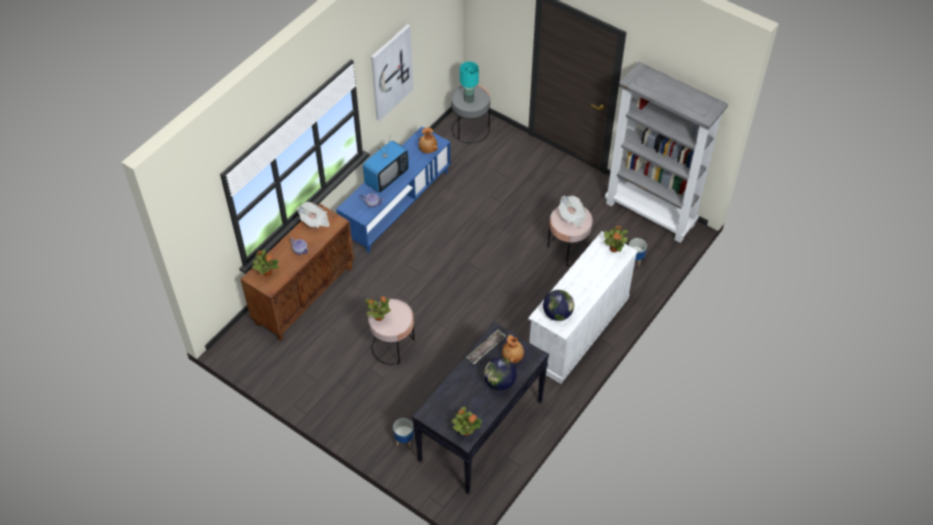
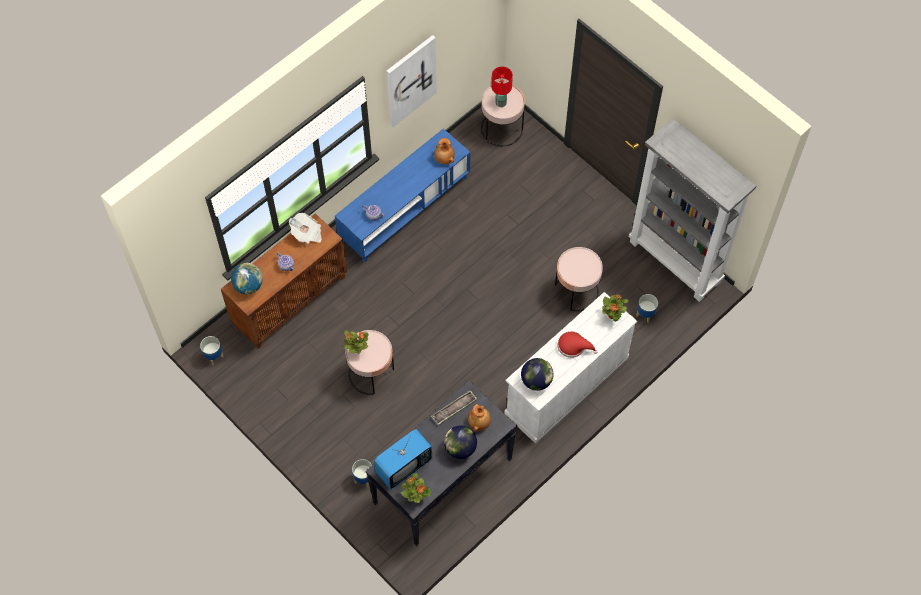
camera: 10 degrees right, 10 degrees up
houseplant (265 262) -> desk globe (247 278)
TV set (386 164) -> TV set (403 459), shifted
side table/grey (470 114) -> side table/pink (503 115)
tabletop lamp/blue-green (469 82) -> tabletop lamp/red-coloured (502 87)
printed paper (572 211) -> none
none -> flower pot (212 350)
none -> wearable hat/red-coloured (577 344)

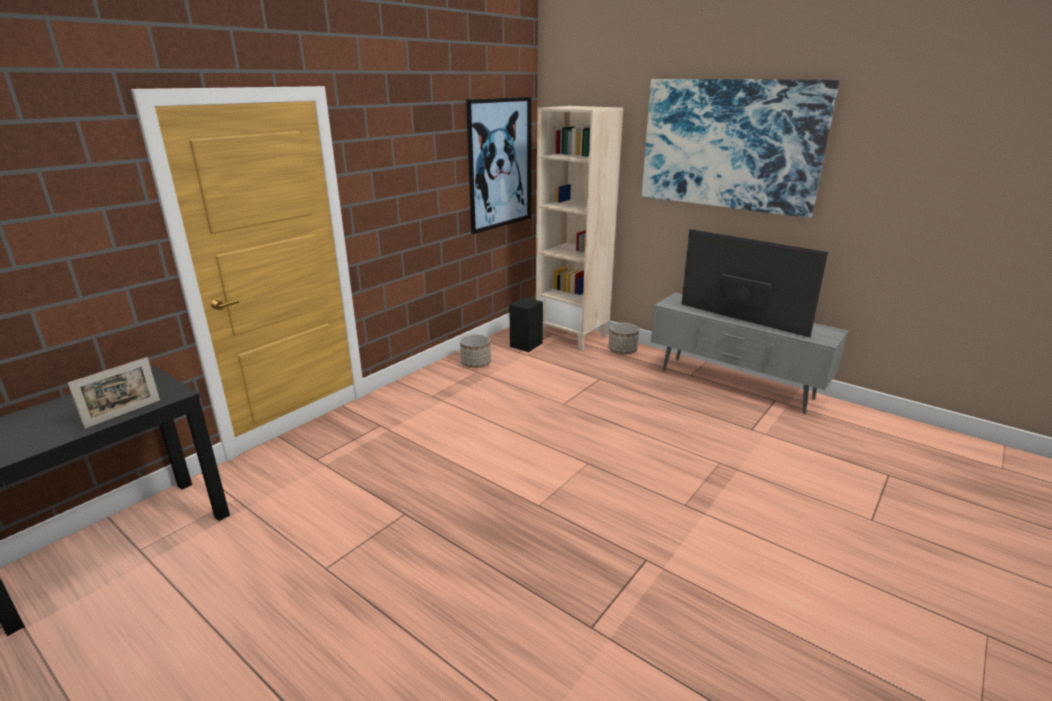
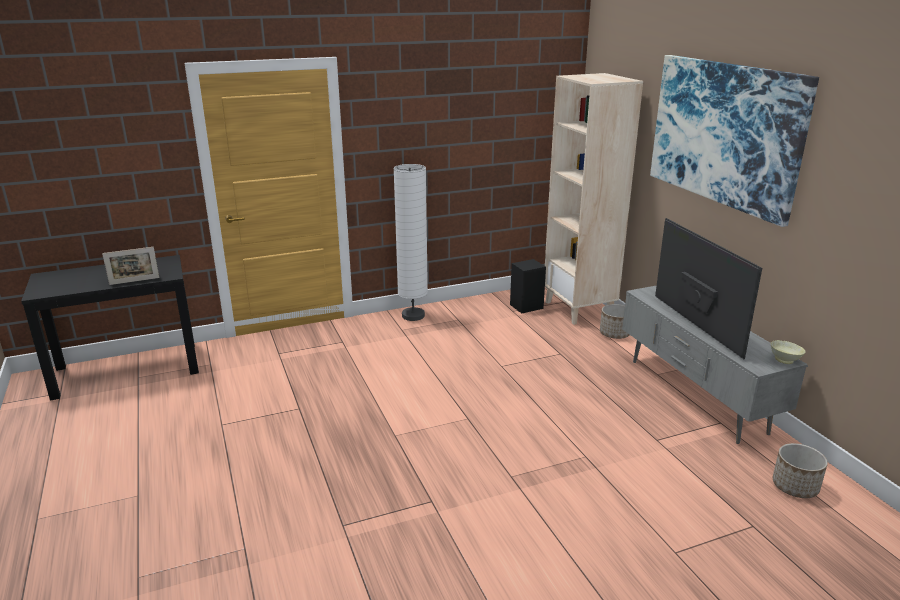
camera: 30 degrees right, 0 degrees up
flower pot (475 351) -> flower pot (800 470), shifted
picture (498 165) -> none
none -> standard lamp/white-coloured (410 242)
none -> bowl/beige-coloured (788 352)

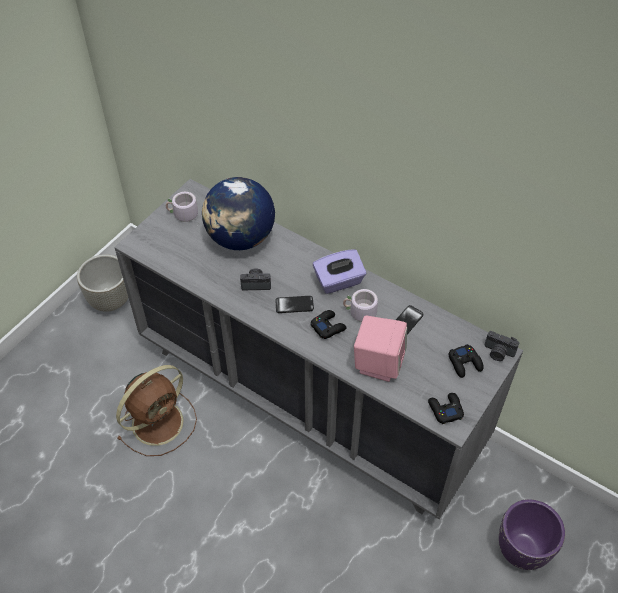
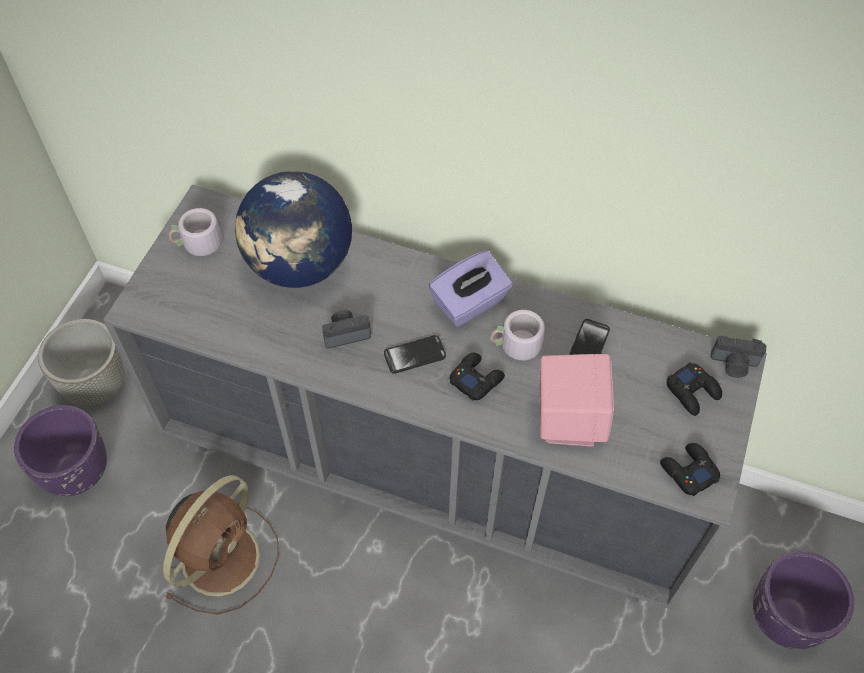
camera: 15 degrees left, 5 degrees up
none -> flower pot/purple-coloured (60 450)

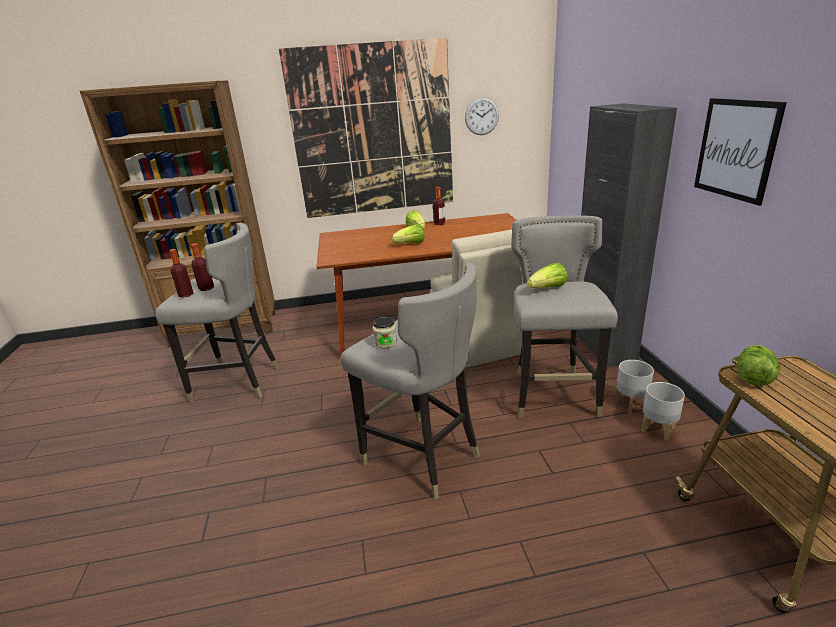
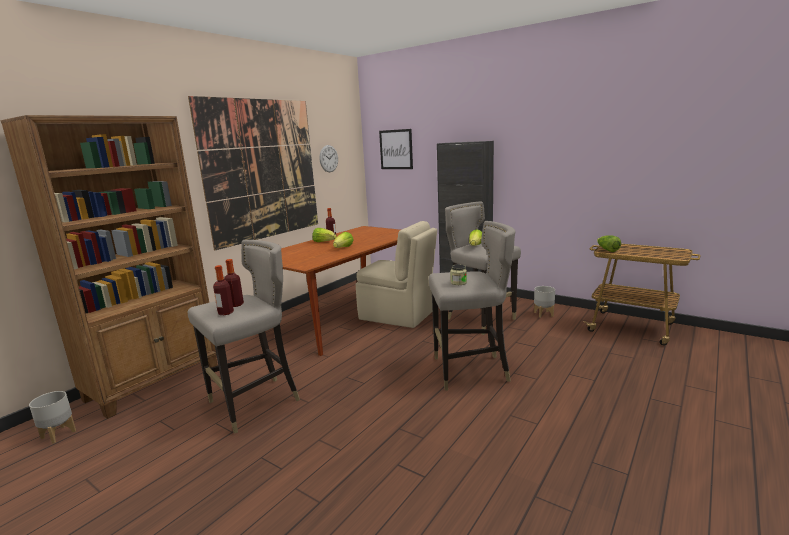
camera: 45 degrees left, 10 degrees down
flower pot/grey (634 386) -> flower pot/grey (52 417), shifted
picture (740 152) -> picture (396 149), shifted

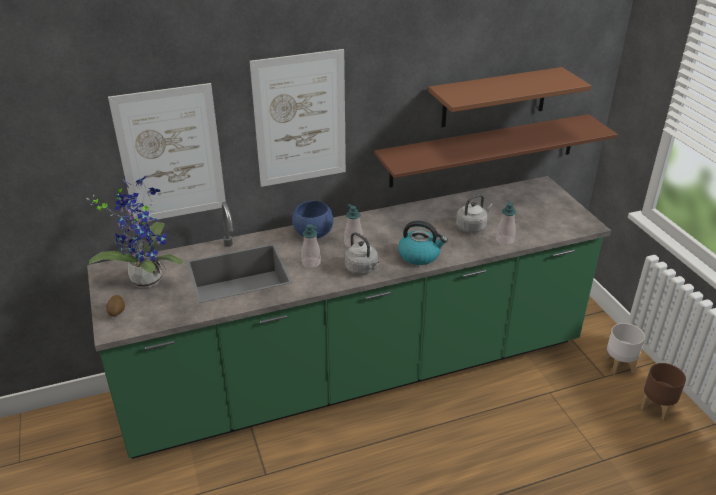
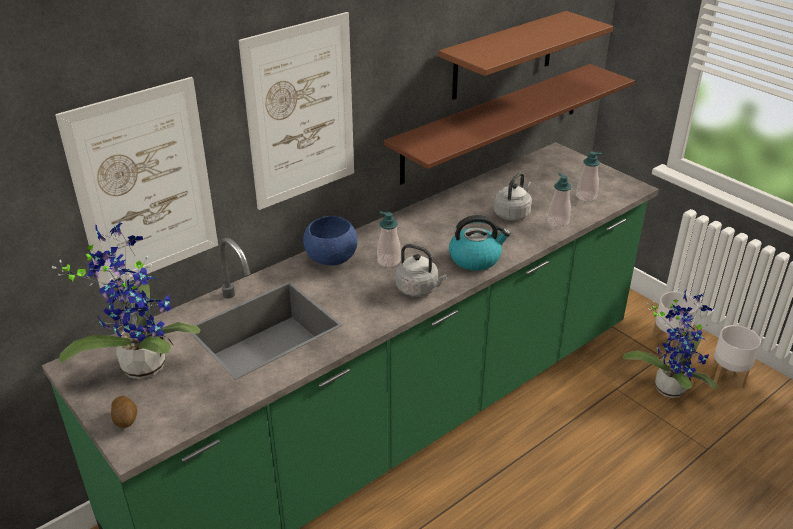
camera: 20 degrees left, 0 degrees up
soap dispenser (311 246) -> soap dispenser (589 176), shifted
flower pot/brownish (663 391) -> flower pot/white-coloured (737 356)
none -> houseplant (670 344)

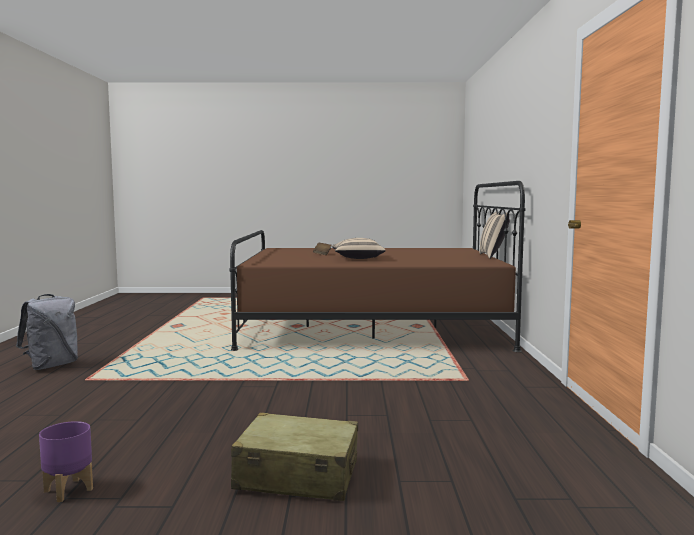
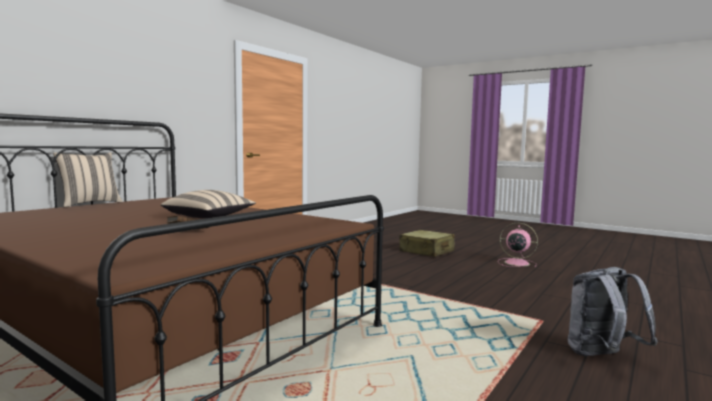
camera: 145 degrees left, 0 degrees up
flower pot/purple-coloured (66 461) -> electric fan/pink (518 245)

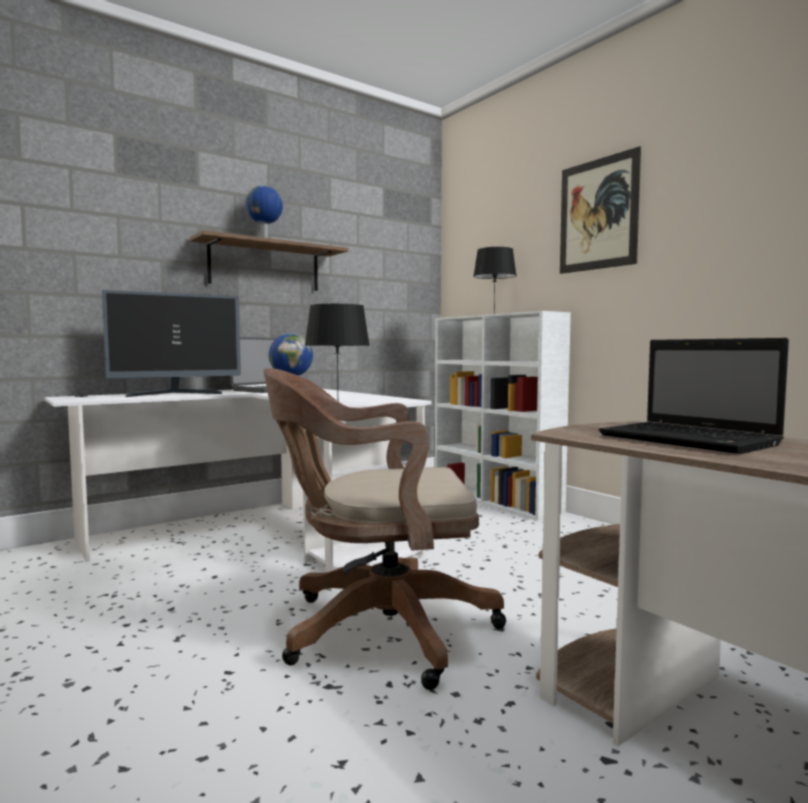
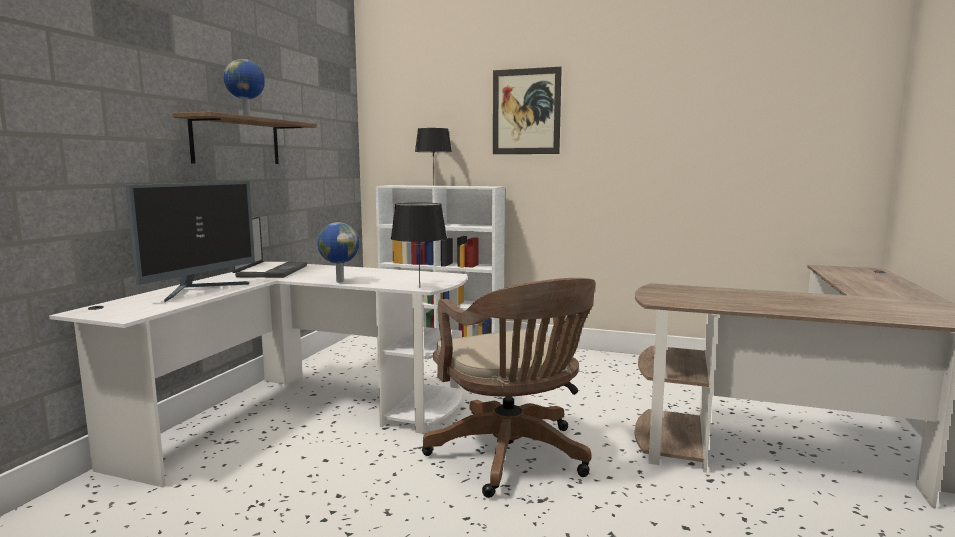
camera: 35 degrees left, 5 degrees up
computer chair/brownish (384 529) -> computer chair/brownish (508 388), 75 degrees counterclockwise
laptop (694 396) -> none

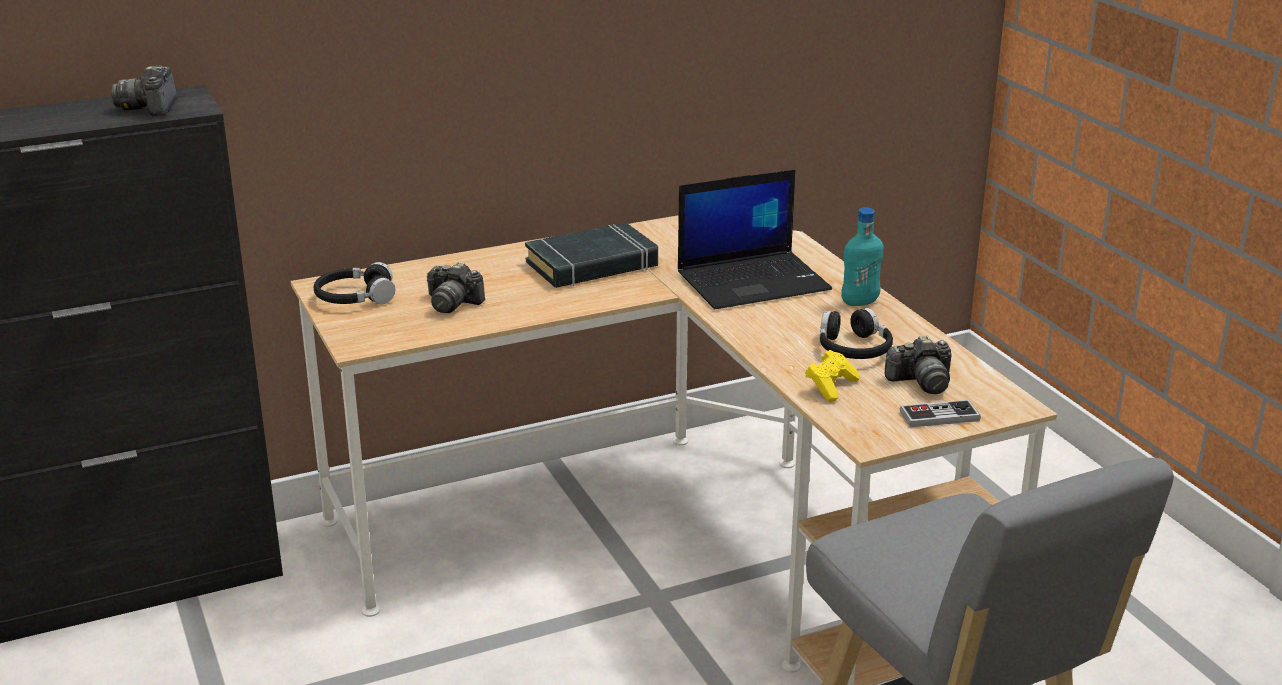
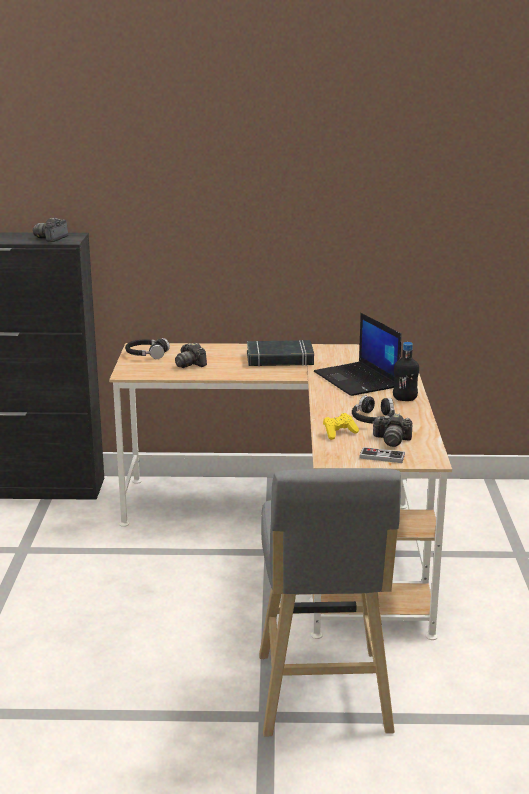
camera: 25 degrees right, 5 degrees down
laptop (755 239) -> laptop (357 354), 60 degrees clockwise
drink bottle/blue-green (862 257) -> drink bottle/black (406 371)

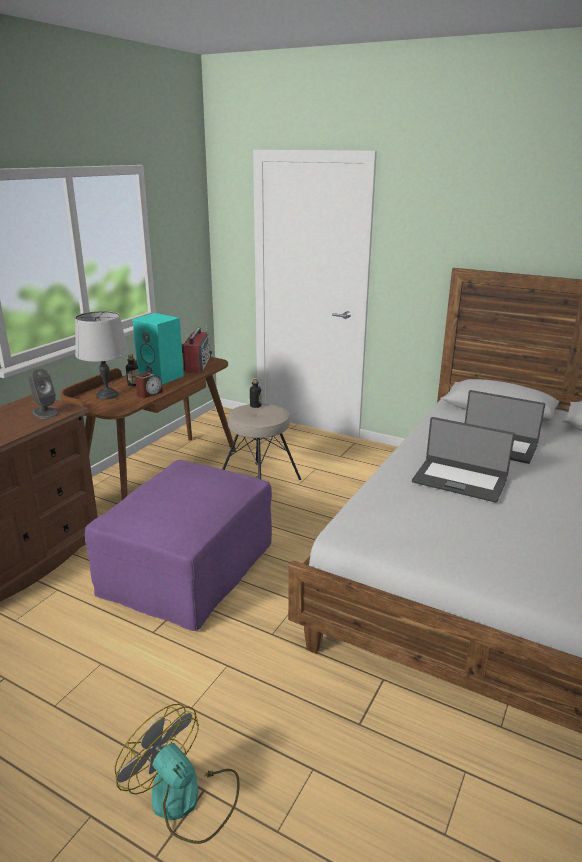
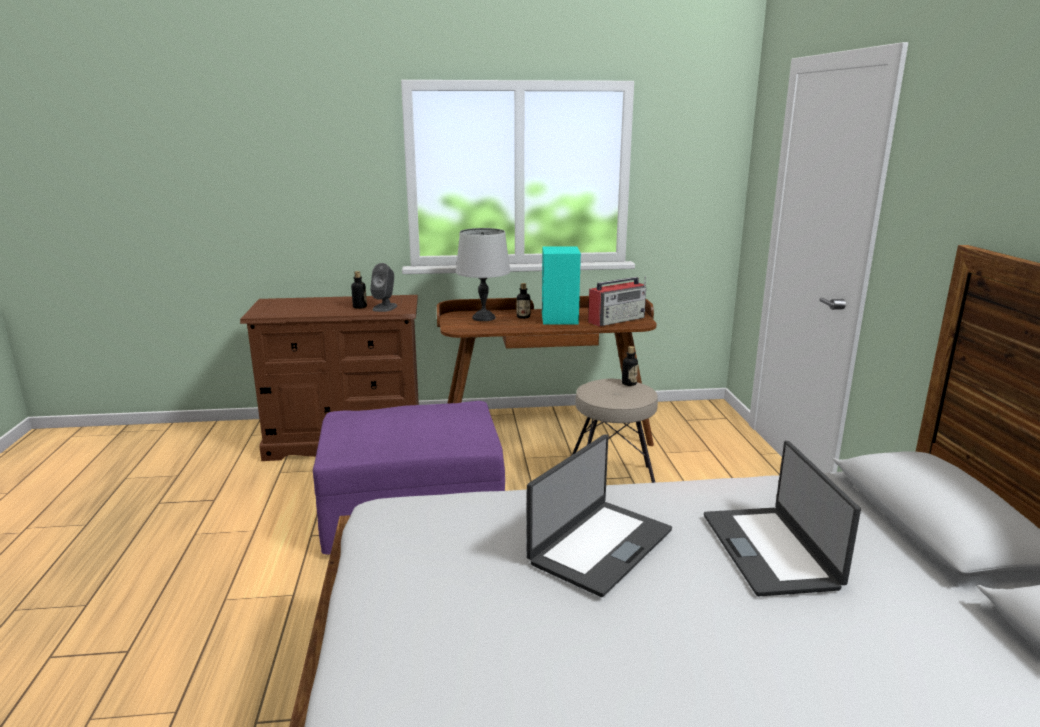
camera: 55 degrees right, 5 degrees down
electric fan (177 774) -> none
table clock (149 385) -> none
laptop (463 460) -> laptop (599 515), 135 degrees counterclockwise
none -> drink bottle (359 290)

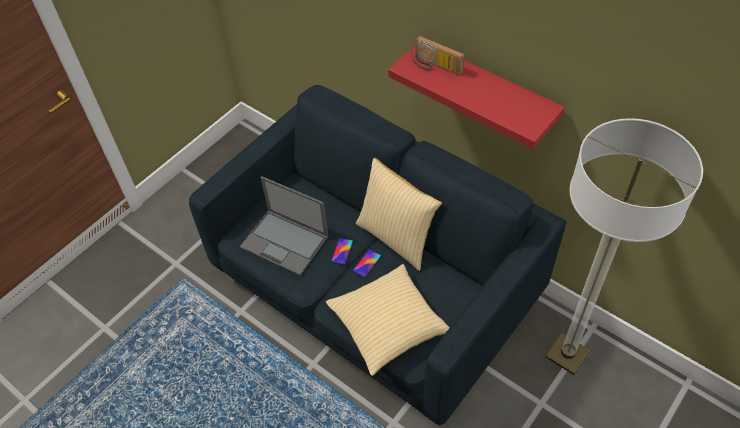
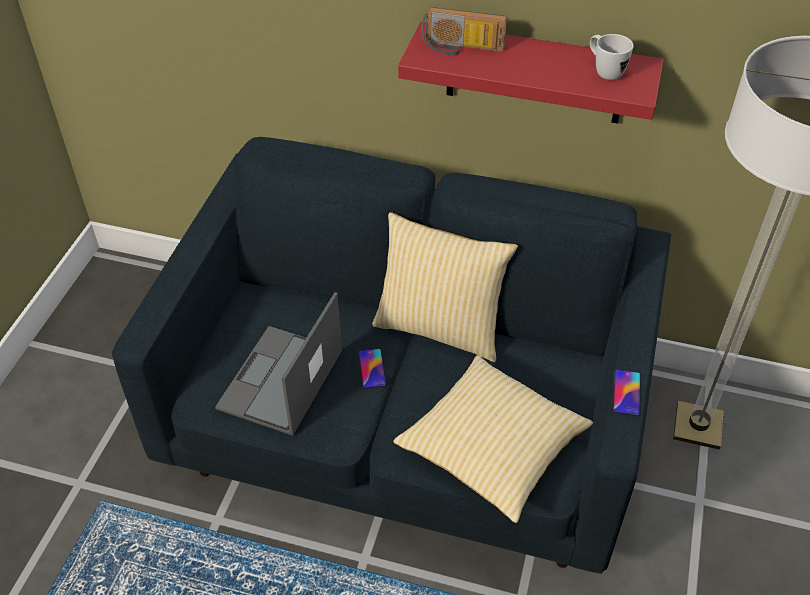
camera: 25 degrees left, 5 degrees down
laptop (284 226) -> laptop (278 364), 105 degrees clockwise
phone (367 263) -> phone (626 393), shifted
none -> tea mug/white-coloured (612 57)

